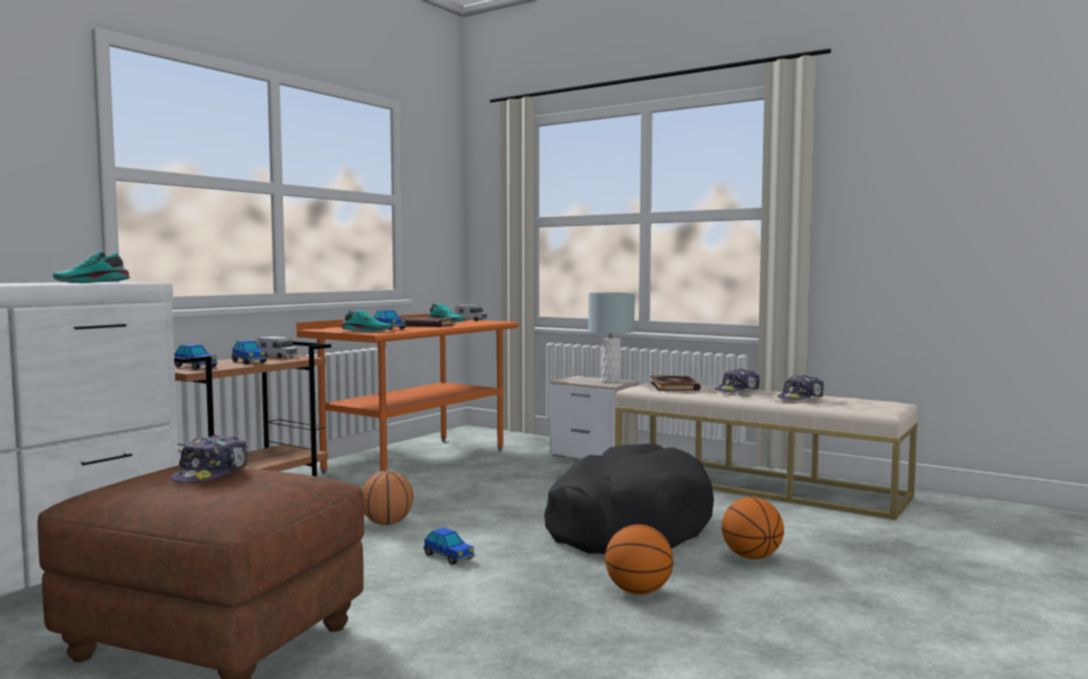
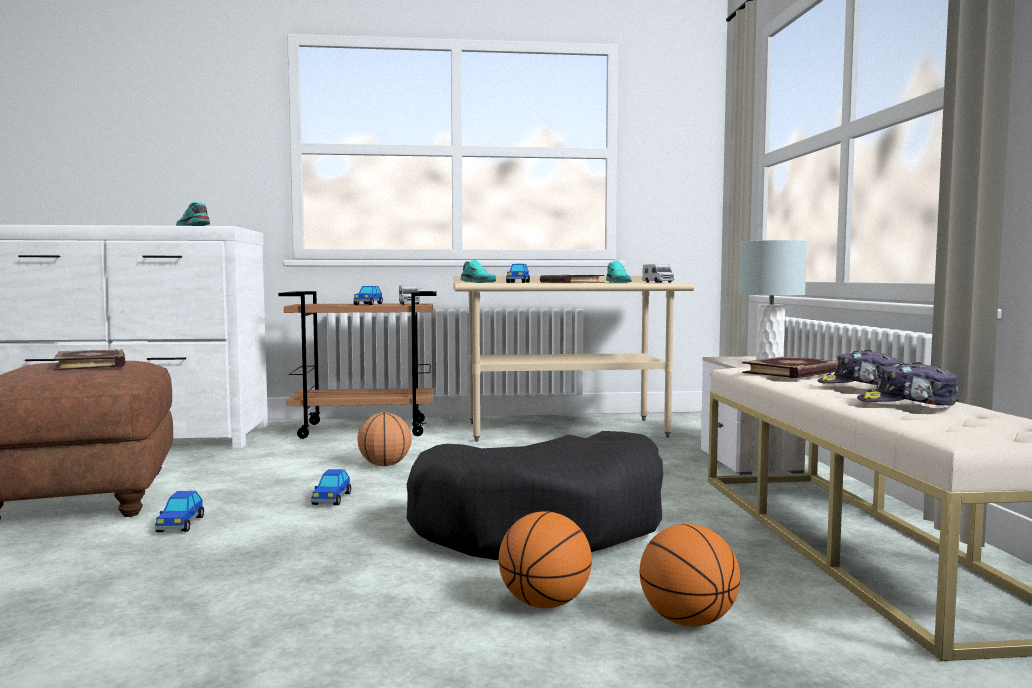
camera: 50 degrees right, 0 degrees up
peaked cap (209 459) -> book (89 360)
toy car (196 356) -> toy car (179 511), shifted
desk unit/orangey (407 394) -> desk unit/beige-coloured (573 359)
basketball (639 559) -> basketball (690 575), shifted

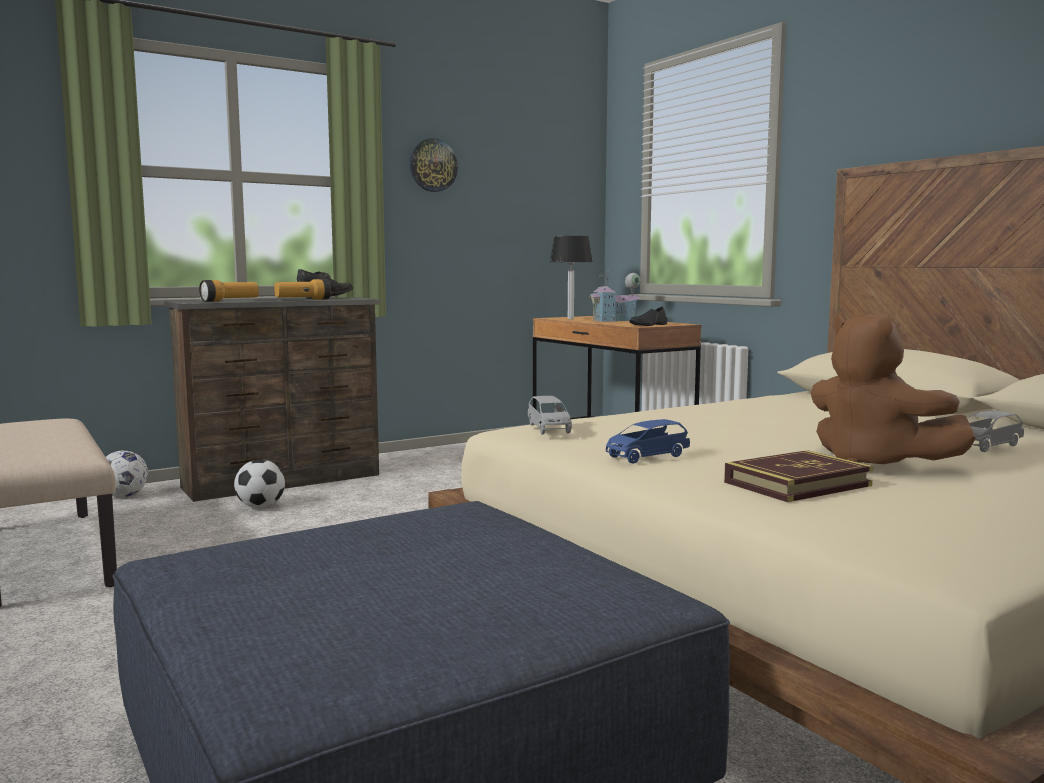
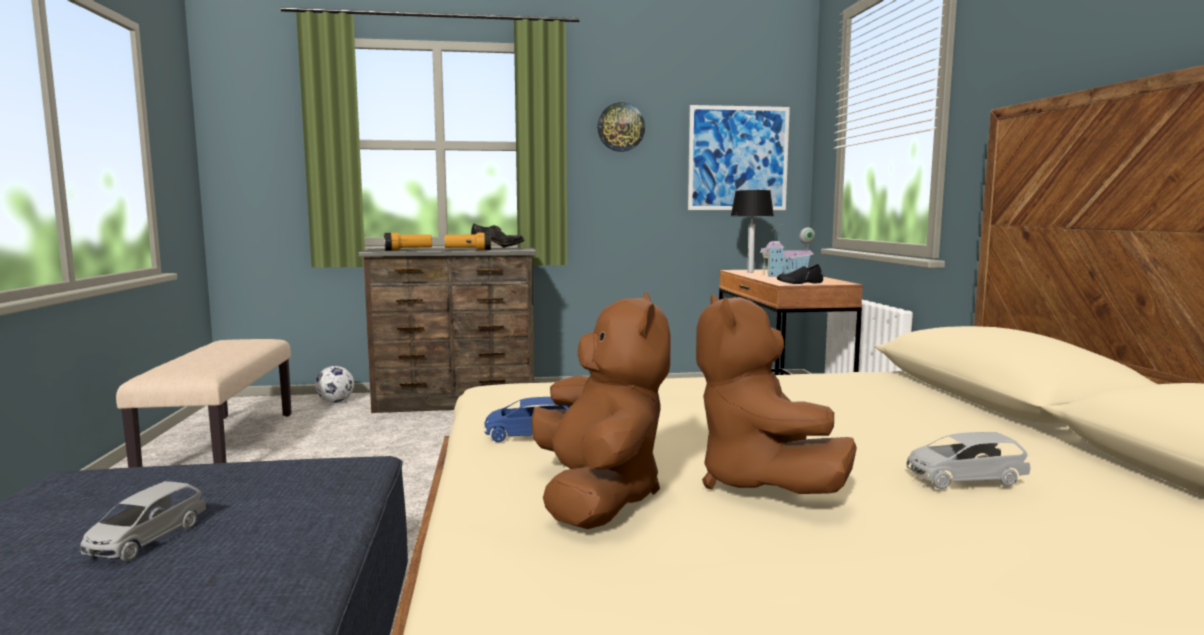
camera: 25 degrees right, 0 degrees up
football ball (259 483) -> none
toy car/grey (550 415) -> toy car/grey (143 521), shifted
book (798 476) -> cuddly toy/brownish (601 410)
none -> picture (739 157)

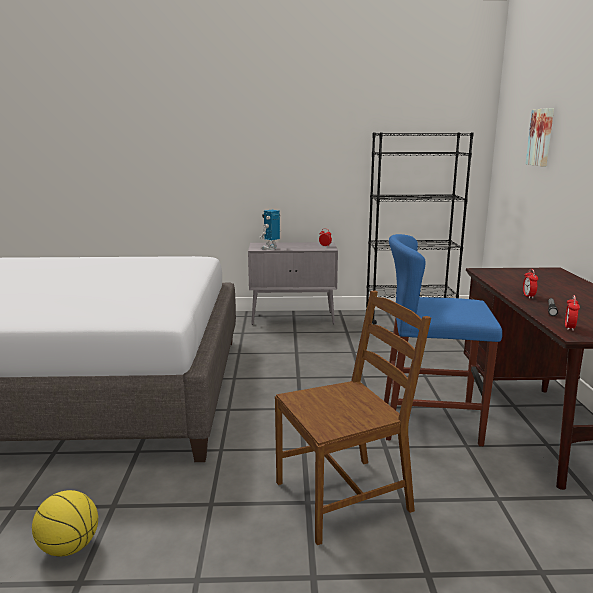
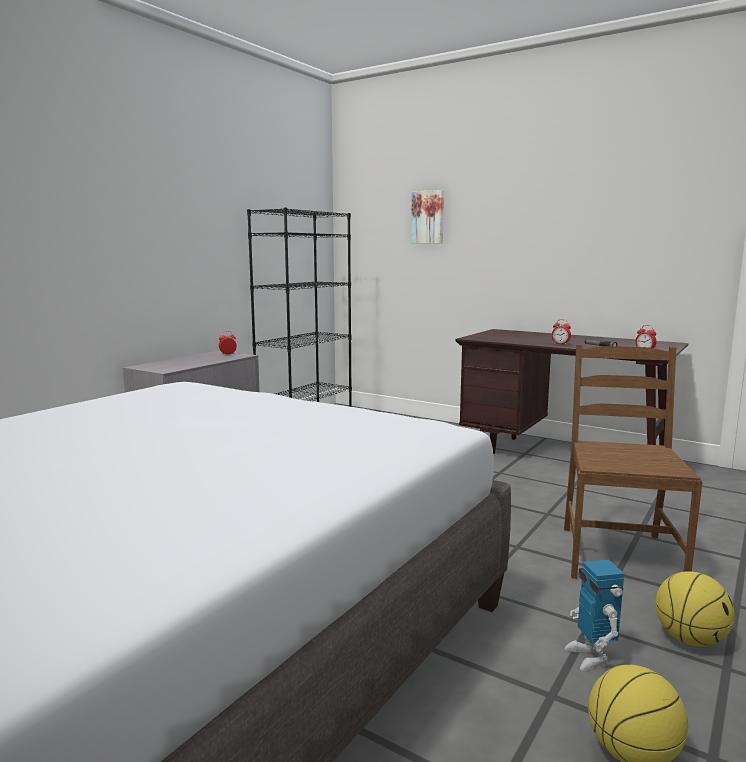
camera: 55 degrees left, 5 degrees down
toy robot (270 230) -> toy robot (594 615), shifted
stool/bluish (443 340) -> none
none -> basketball (695 609)

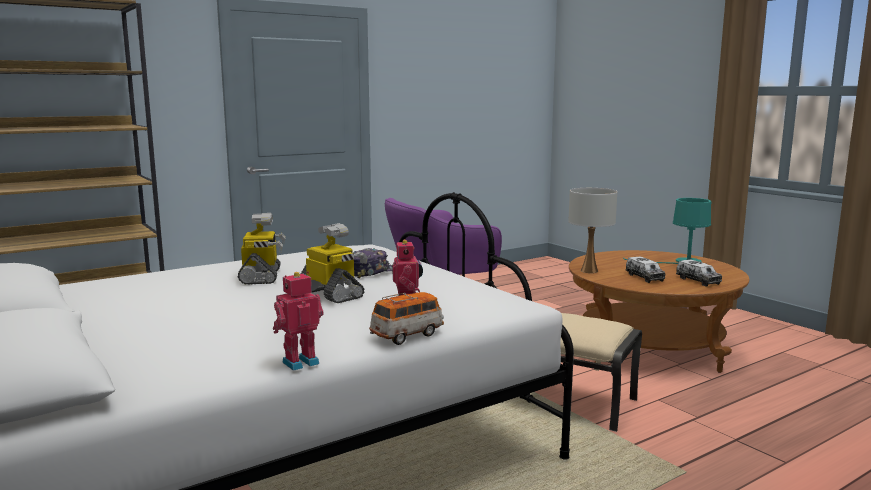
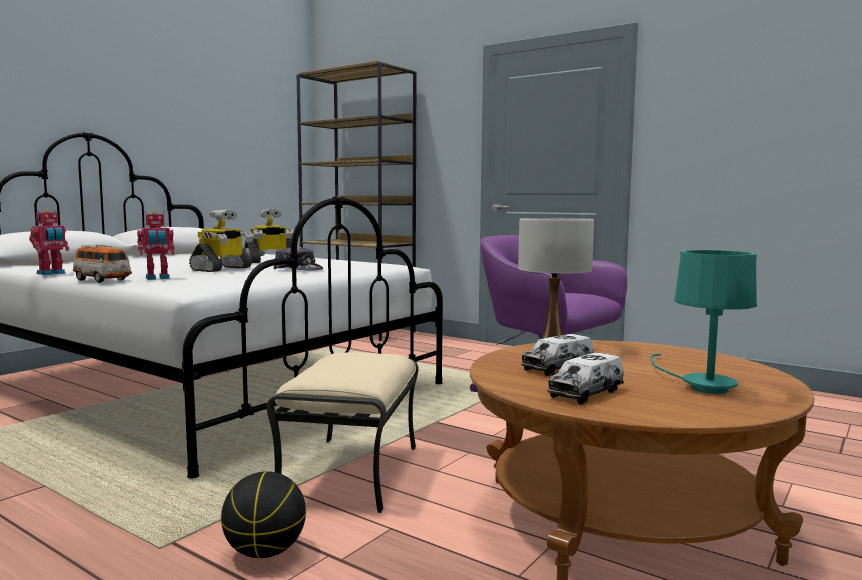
camera: 70 degrees right, 5 degrees down
toy robot (298 321) -> toy robot (49 242), 90 degrees clockwise
none -> basketball (263 514)

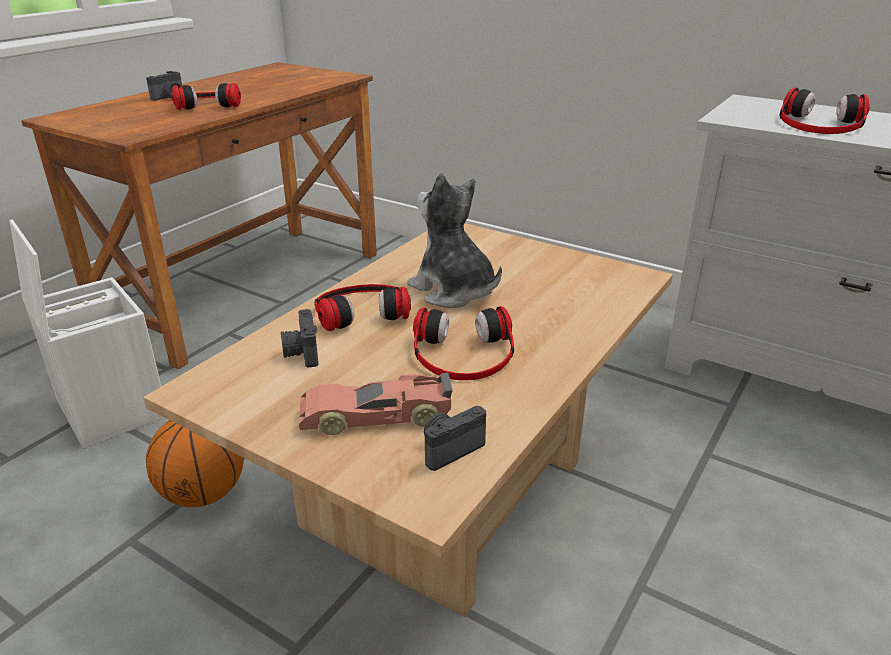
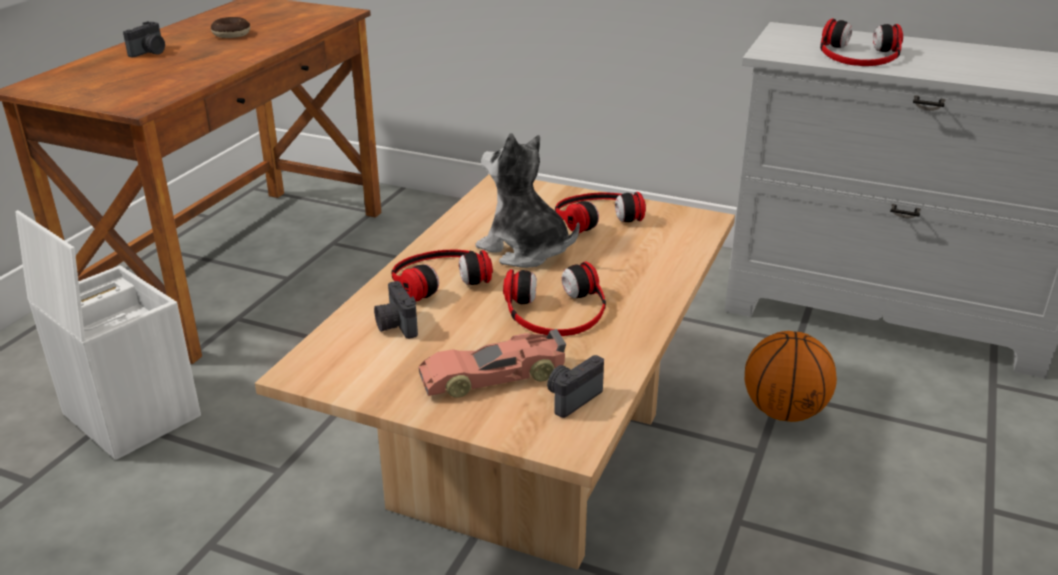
camera: 10 degrees left, 0 degrees up
basketball (195 463) -> basketball (791 376), shifted
headset (206 96) -> headset (600 212), shifted
none -> doughnut (230 27)

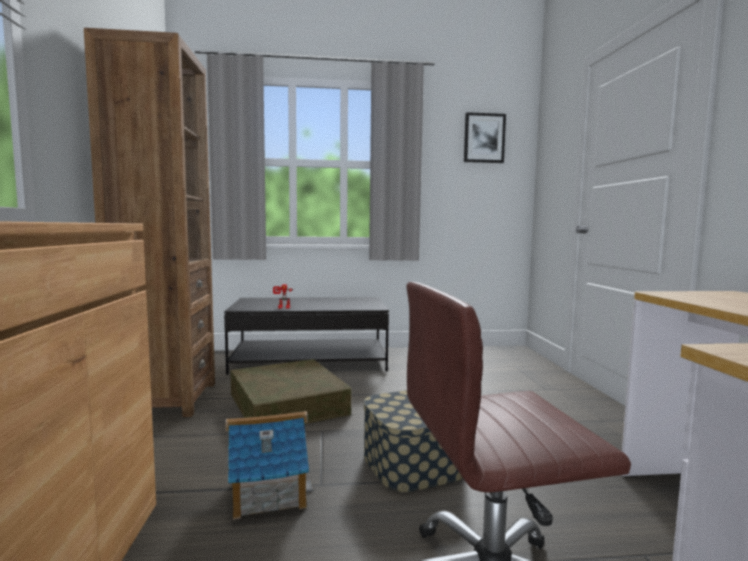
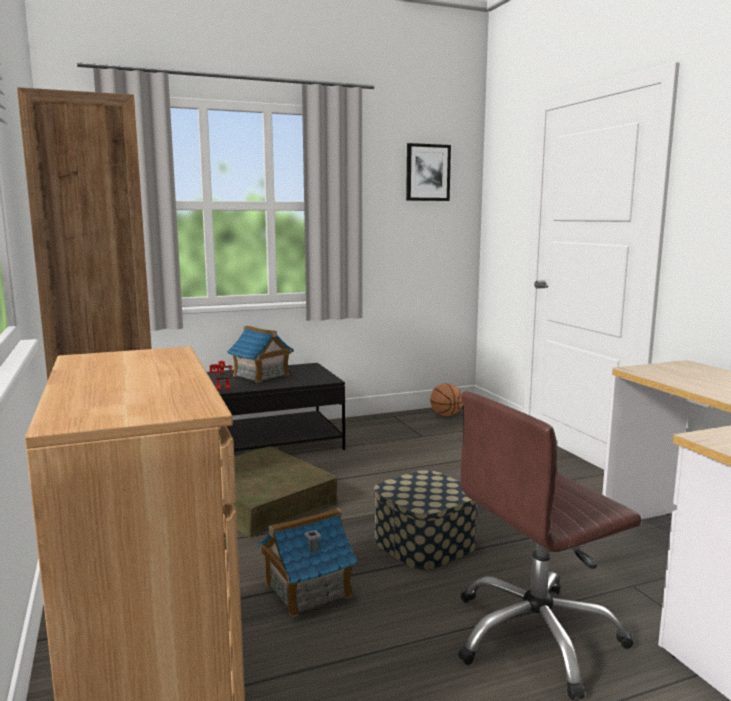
camera: 15 degrees left, 5 degrees up
none -> miniature house (260 354)
none -> basketball (446 399)

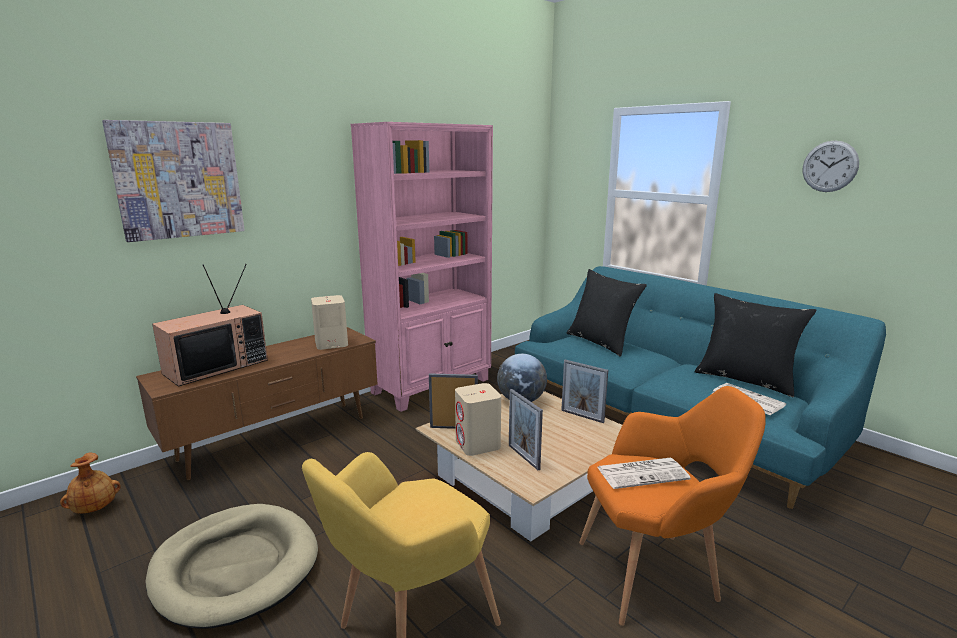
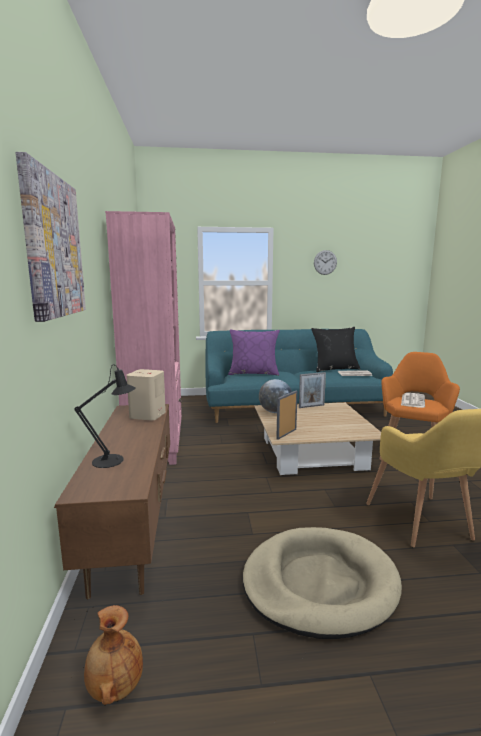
camera: 55 degrees left, 5 degrees down
TV set (210 325) -> tabletop lamp/black (105 416)
audio speaker/beige-coloured (478 419) -> none
standing frame (526 429) -> none
cushion/black (607 313) -> cushion/purple-coloured (254 352)

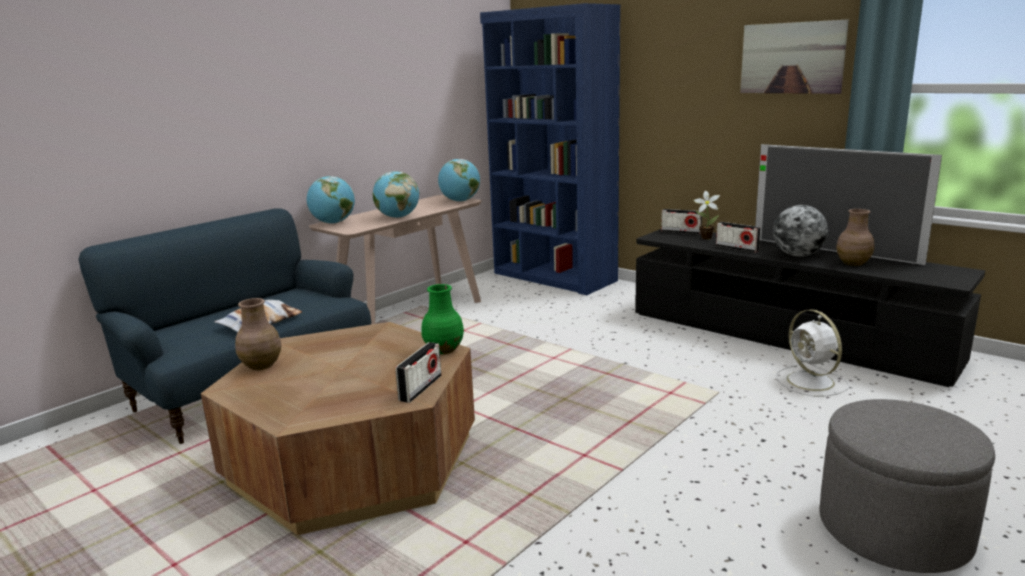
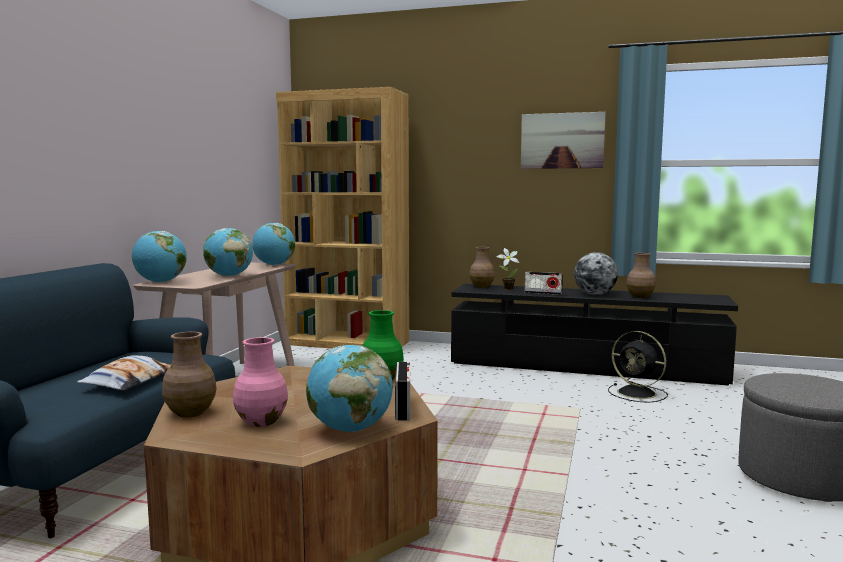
camera: 25 degrees left, 10 degrees down
bookshelf/bluish (550 149) -> bookshelf/brownish (342 218)
radio receiver (681 221) -> vase/brownish (482 267)
TV set (848 204) -> none
electric fan/white-coloured (812 352) -> electric fan/black (638 367)
none -> vase/pink (260 382)
none -> desk globe (349 388)

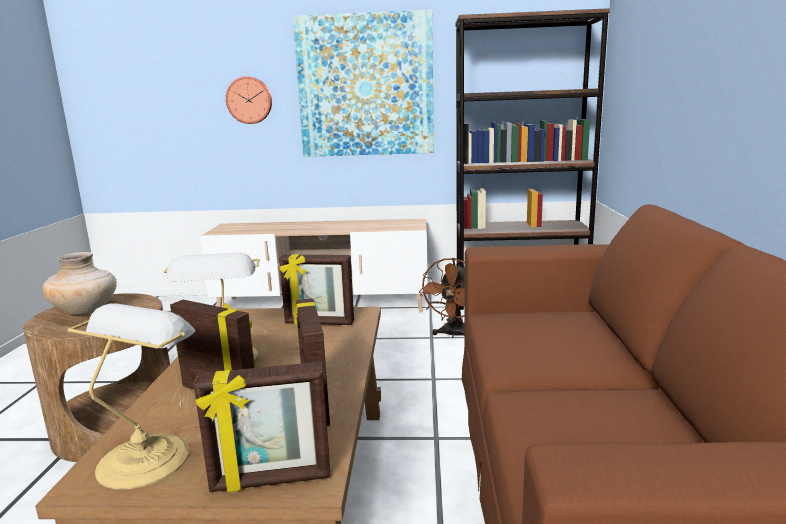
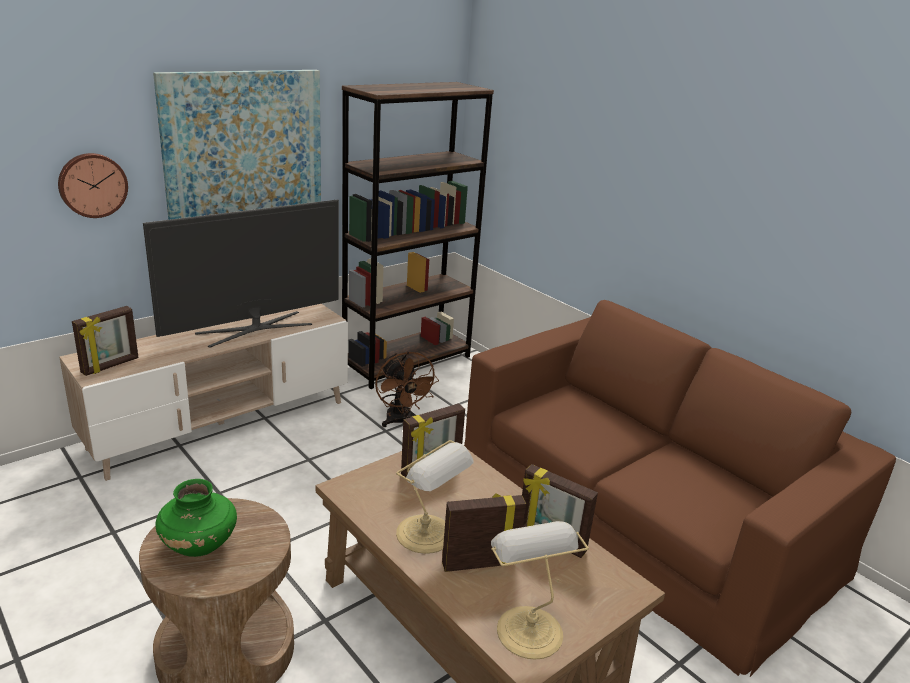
camera: 45 degrees left, 10 degrees up
vase/beige-coloured (80 283) -> vase/green-coloured (196 518)
standing frame (262 427) -> standing frame (105 341), shifted
none -> TV set (241 273)

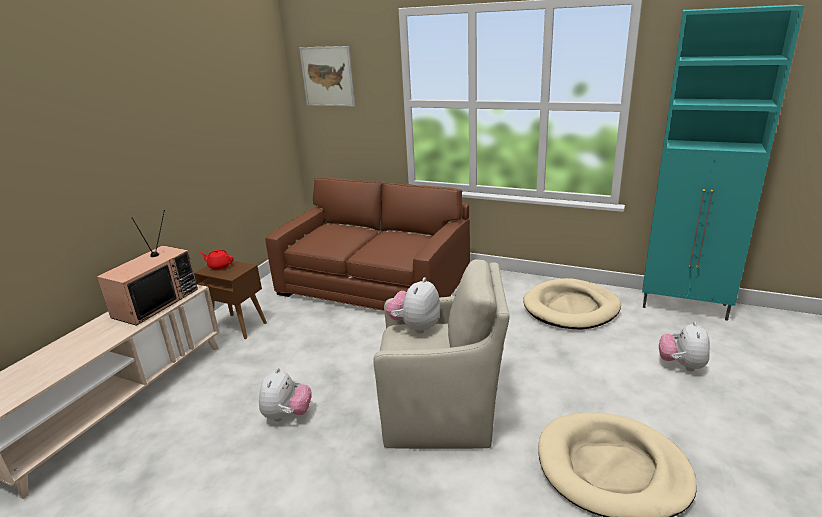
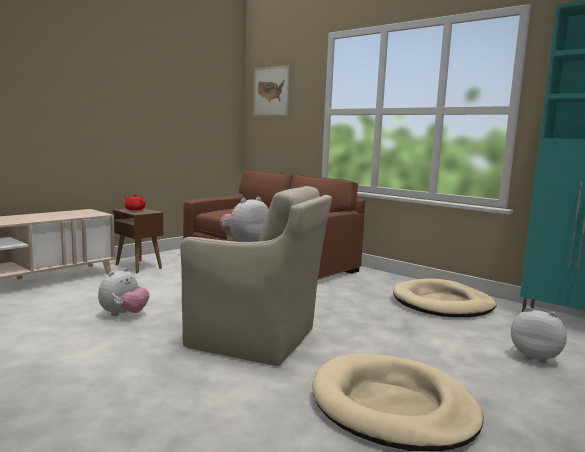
camera: 15 degrees right, 15 degrees down
TV set (147 268) -> none
cuddly toy (684 346) -> cuddly toy (539 335), 90 degrees clockwise

